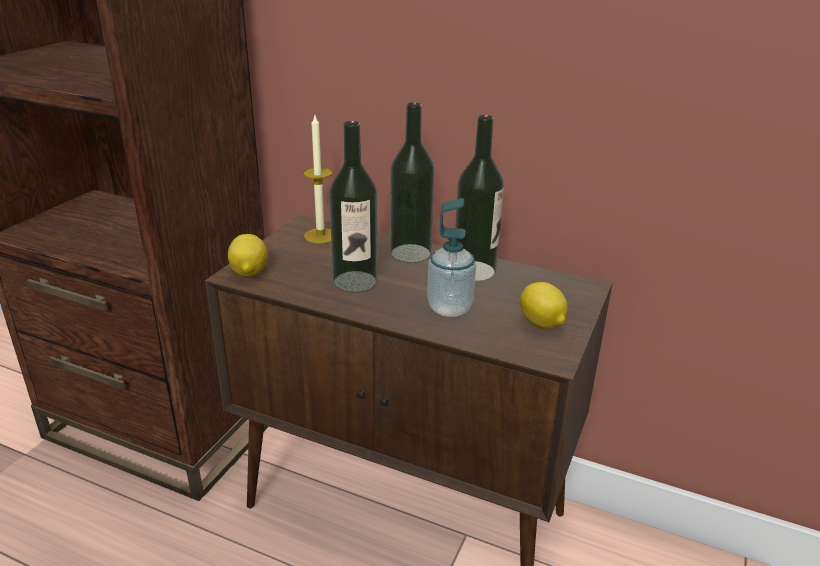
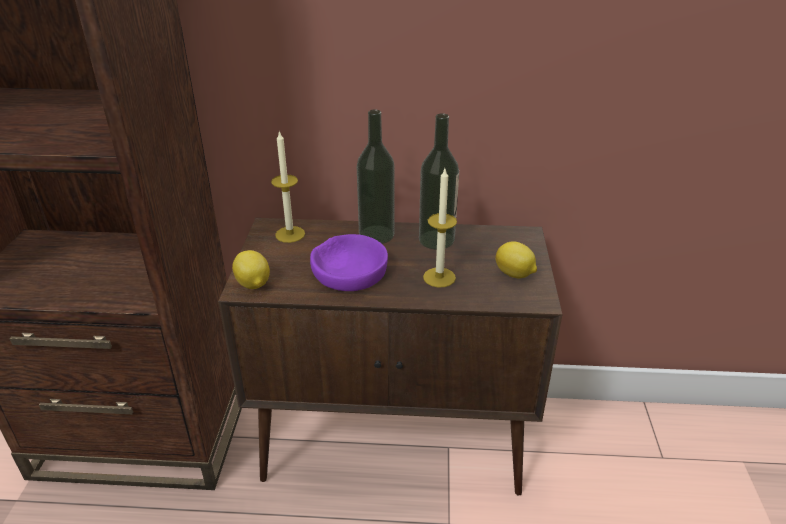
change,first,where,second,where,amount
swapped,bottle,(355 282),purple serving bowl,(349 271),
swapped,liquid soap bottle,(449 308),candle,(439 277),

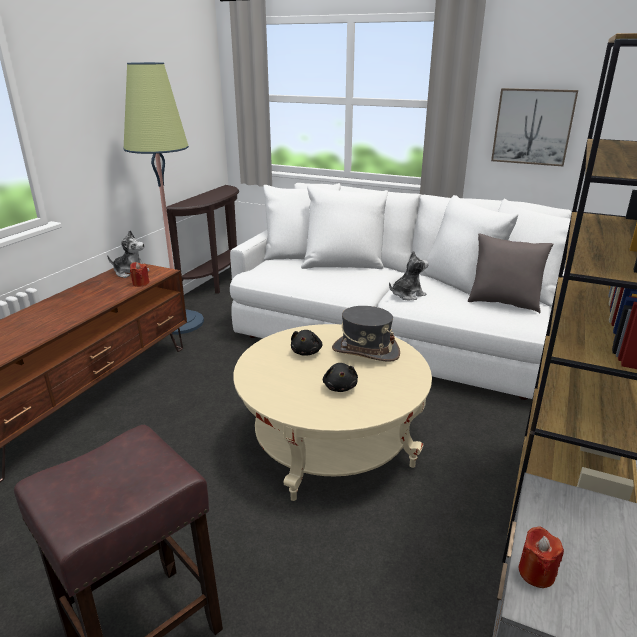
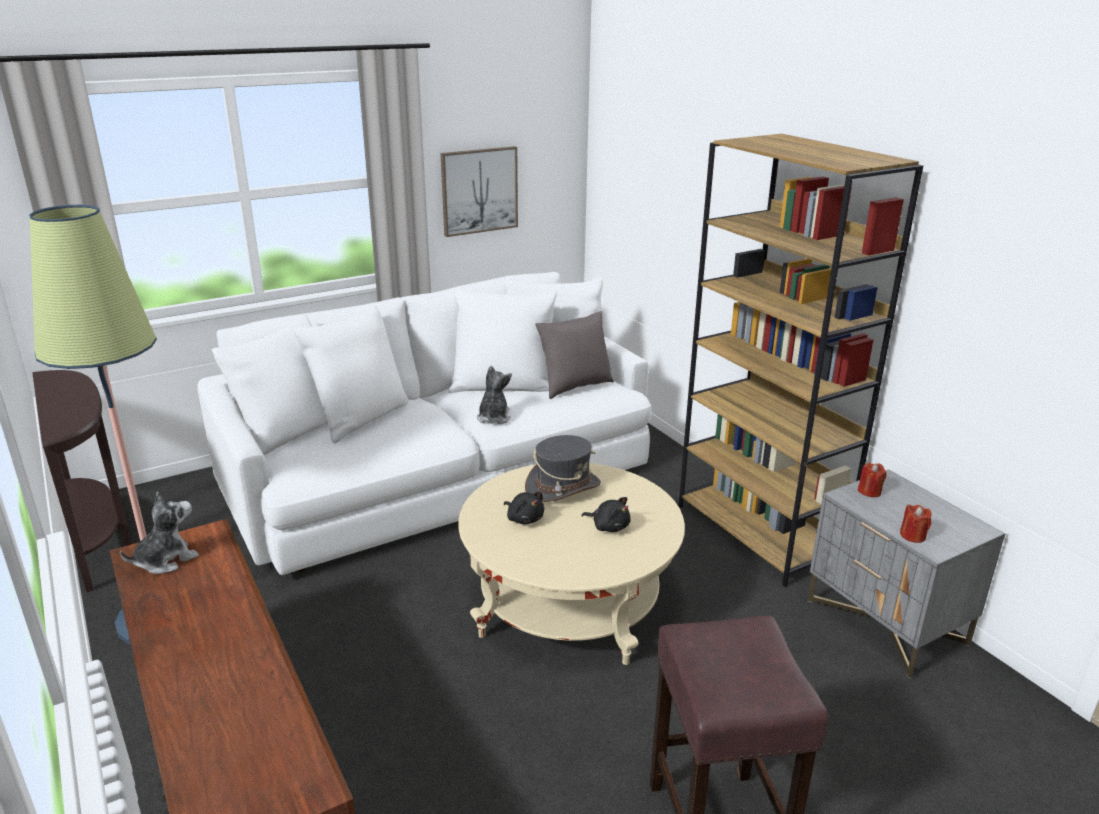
change,first,where,second,where,amount
shifted,red-coloured candle,(140 283),,(869 491),

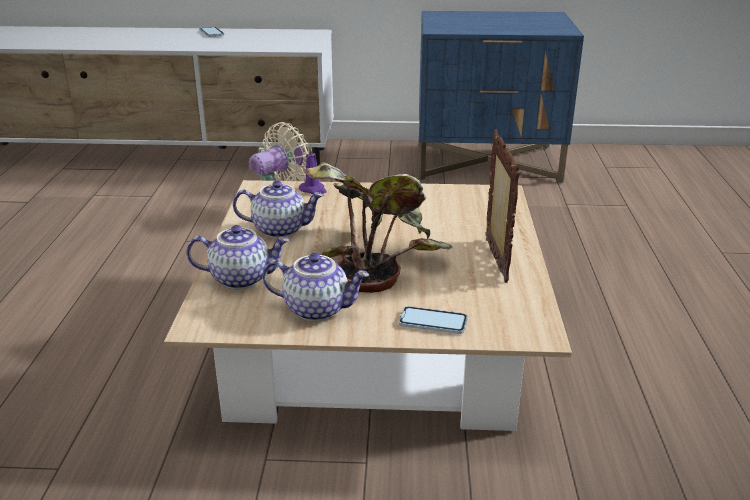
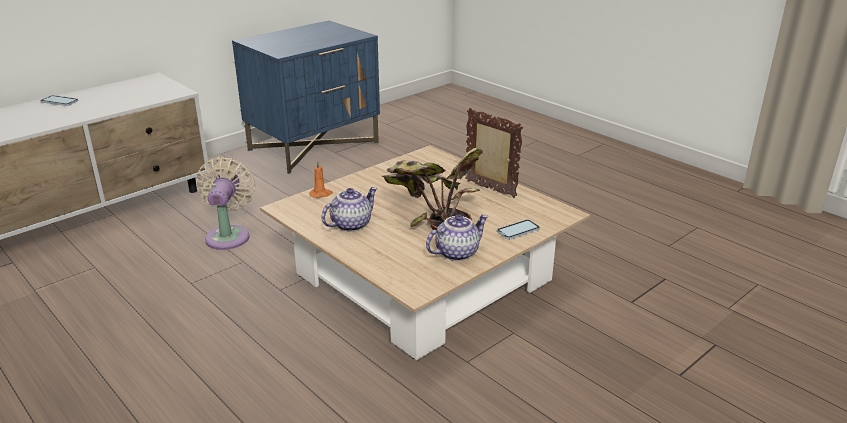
change,first,where,second,where,amount
gone,teapot,(241 278),,,
repainted,purple candle,(313 190),orange candle,(321 194),

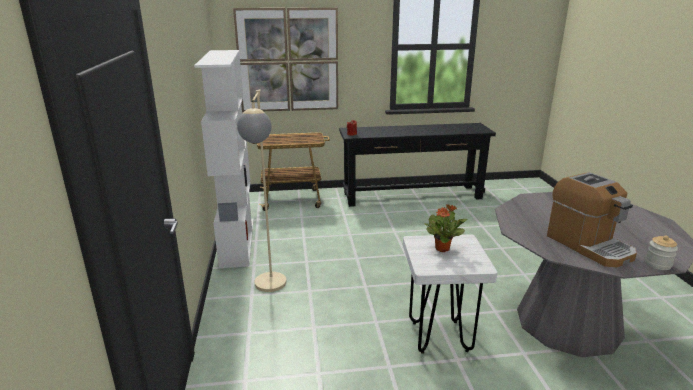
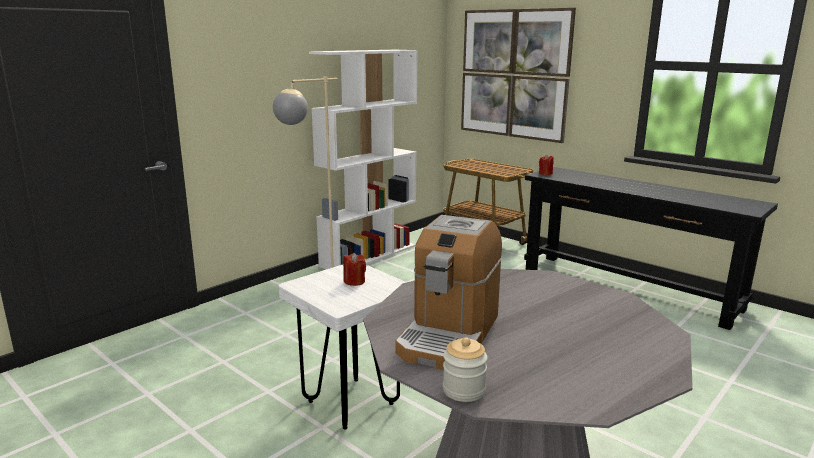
change,first,where,second,where,amount
swapped,houseplant,(442 248),red-coloured candle,(354 281),

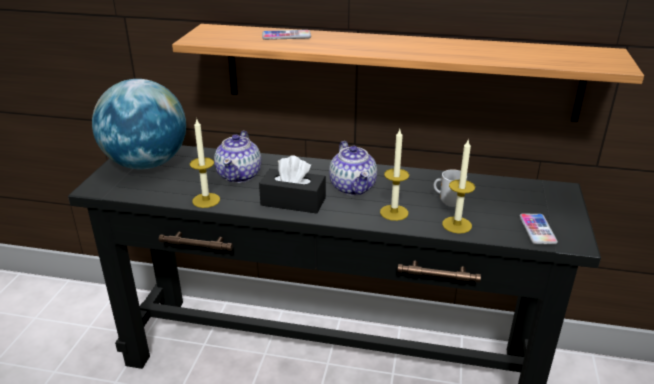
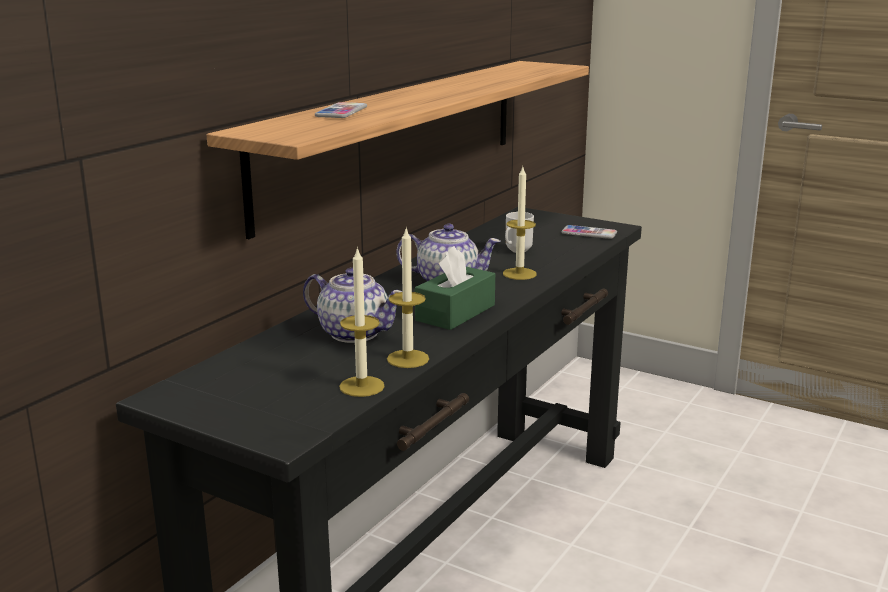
change,first,where,second,where,amount
gone,world globe,(146 164),,,
repainted,black-coloured box of tissues,(293 201),greenish box of tissues,(455 313),
shifted,candle,(457 225),,(362 386),

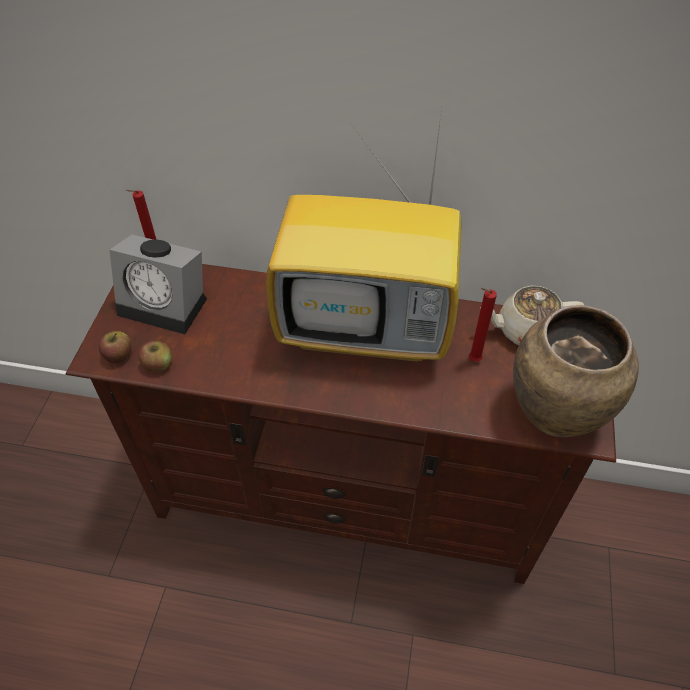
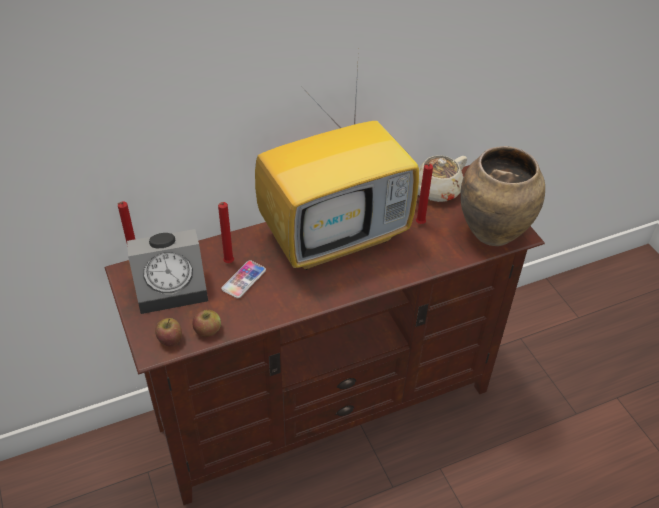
change,first,where,second,where,amount
new,,,red-coloured candle,(228 263),
new,,,handset,(243 280),

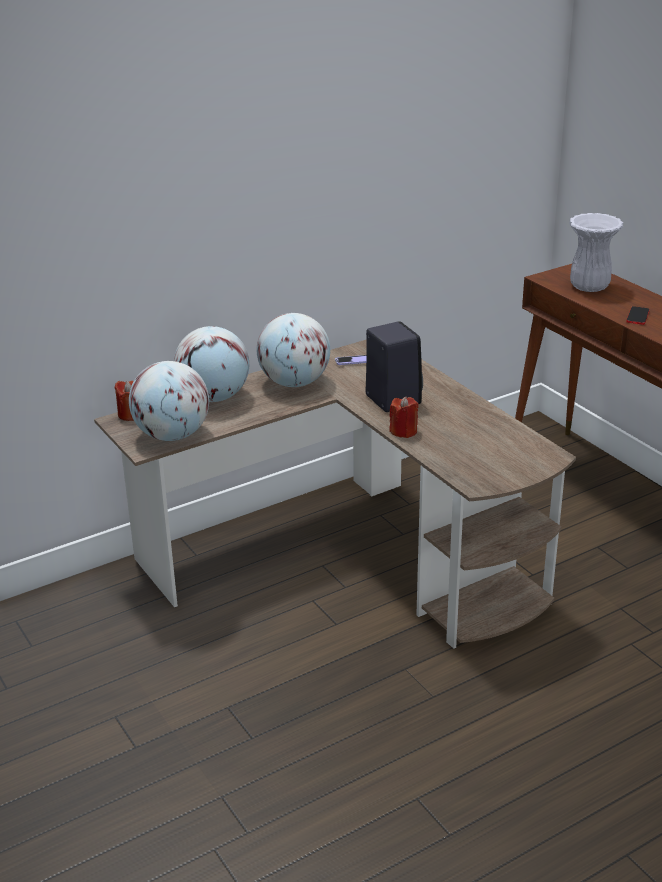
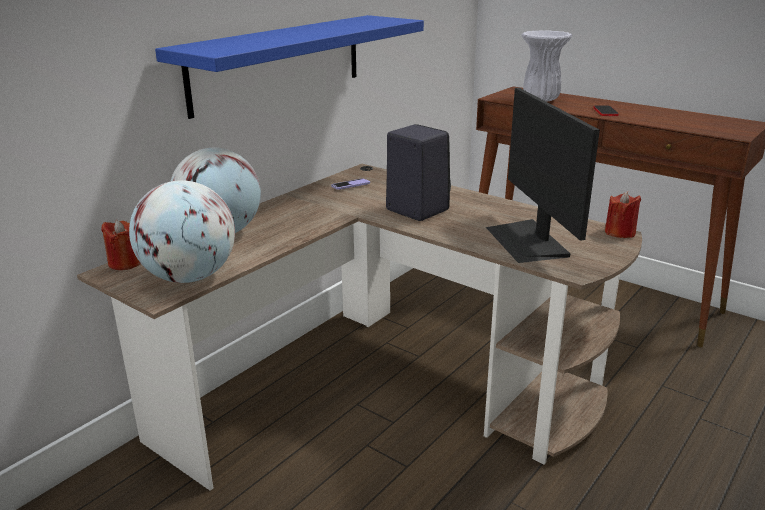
change,first,where,second,where,amount
gone,world globe,(294 383),,,
shifted,red-coloured candle,(403 431),,(620 232),
new,,,bluish bracket shelf,(279 63),
new,,,computer screen,(528 241),

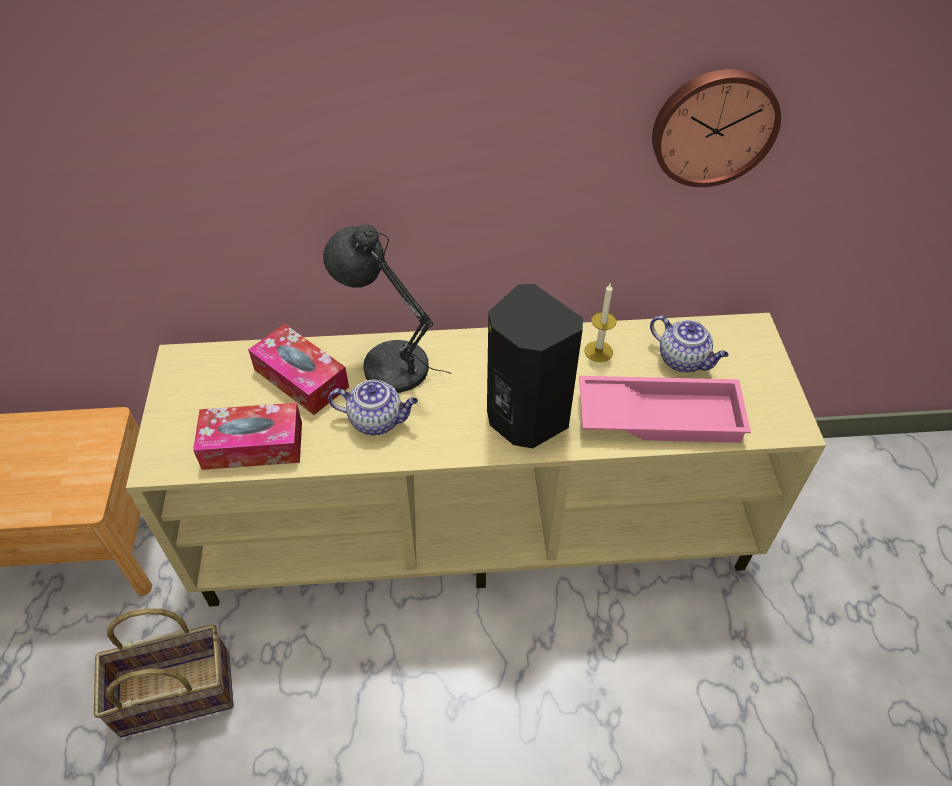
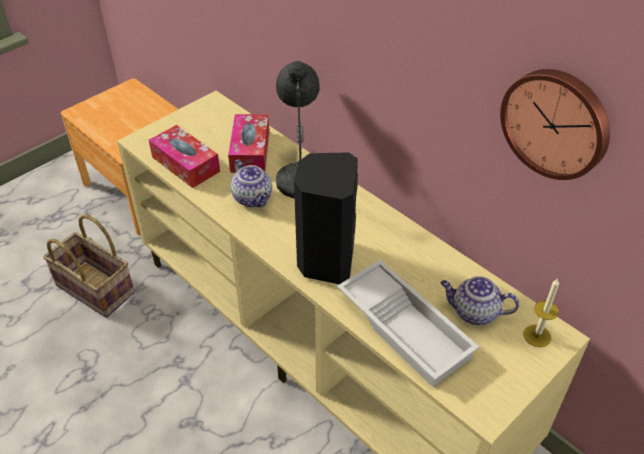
change,first,where,second,where,amount
repainted,pink-coloured carrying tray,(660 415),white-coloured carrying tray,(406 327),
shifted,candle,(598 351),,(537 336),
rotated,teapot,(683 360),,(473 312),105 degrees clockwise

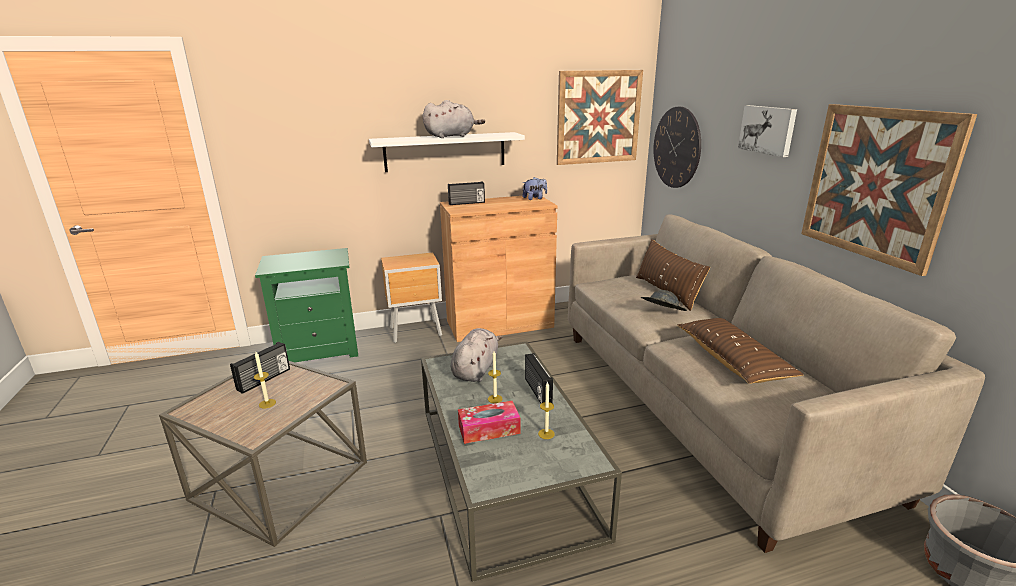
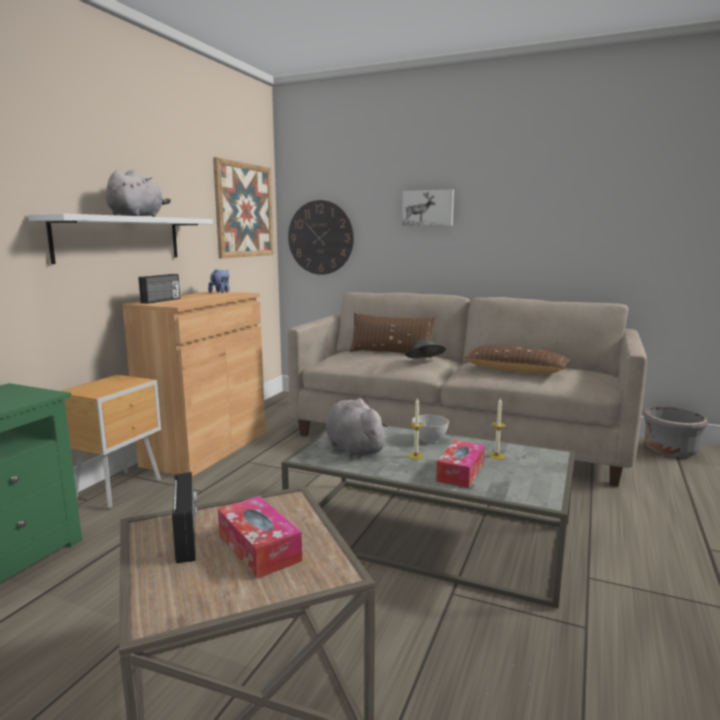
change,first,where,second,where,amount
swapped,candle,(267 403),box of tissues,(259 547),
swapped,radio,(537 391),grey serving bowl,(429 439),
gone,picture,(876 184),,,

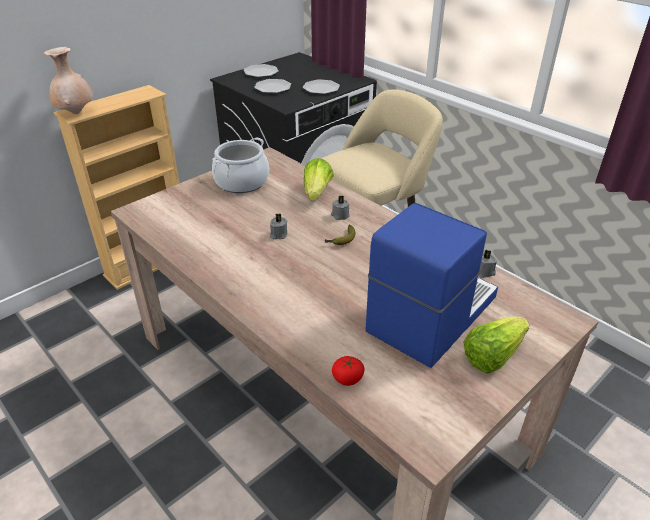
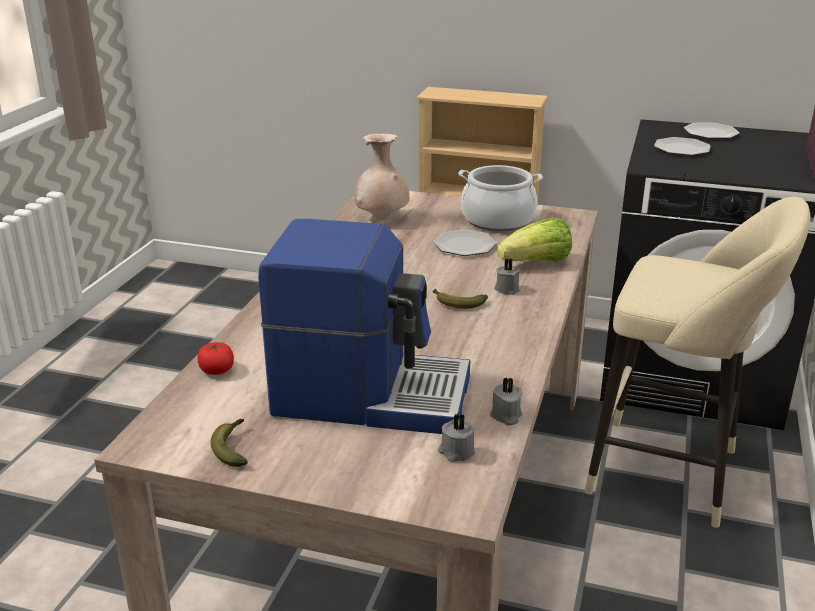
change,first,where,second,where,amount
shifted,beige-coloured flower vase,(76 113),,(382 219),
shifted,grey candle,(278 234),,(456 452),
shifted,plate,(320 88),,(464 245),
gone,head of lettuce,(492 356),,,
new,,,banana,(232 447),

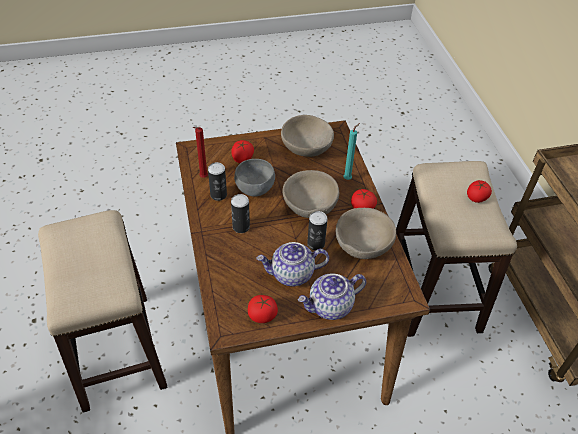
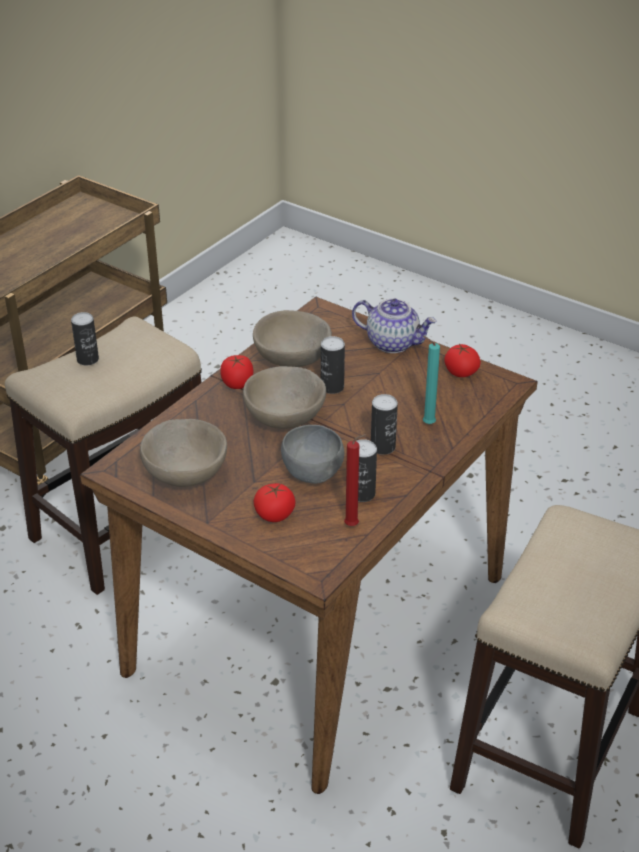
change,first,where,second,where,amount
gone,teapot,(292 274),,,
shifted,turquoise candle,(348 178),,(426 424),
swapped,fresh tomato,(476 198),sealed can,(87 359),

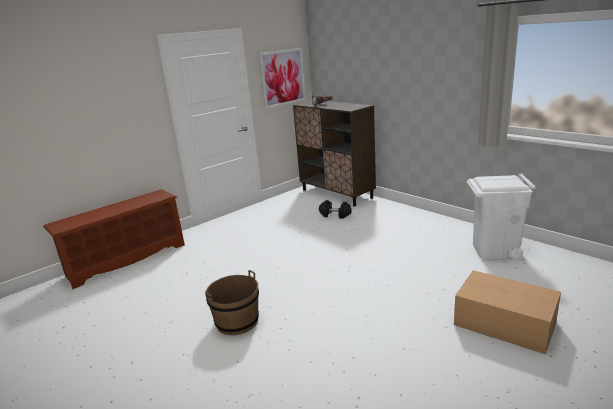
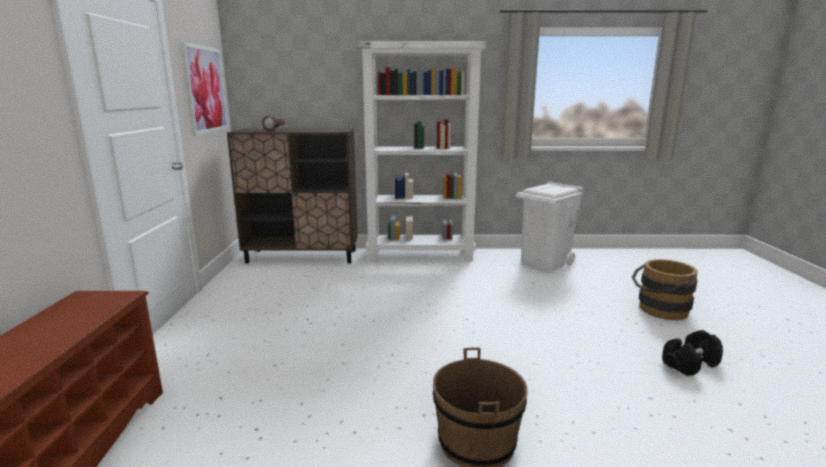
change,first,where,second,where,amount
shifted,black-coloured free weight,(335 215),,(690 364),
swapped,carton,(503 322),brown bucket,(659 310),
new,,,white-coloured shelving unit,(421 255),

